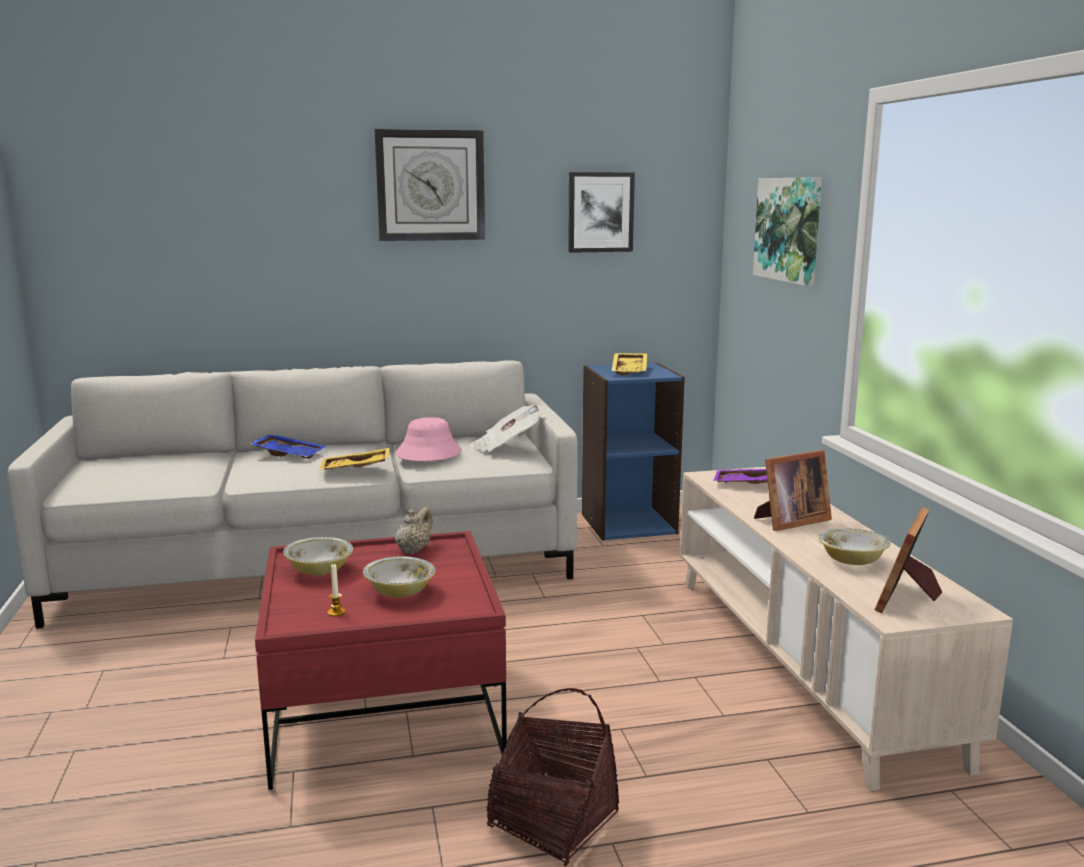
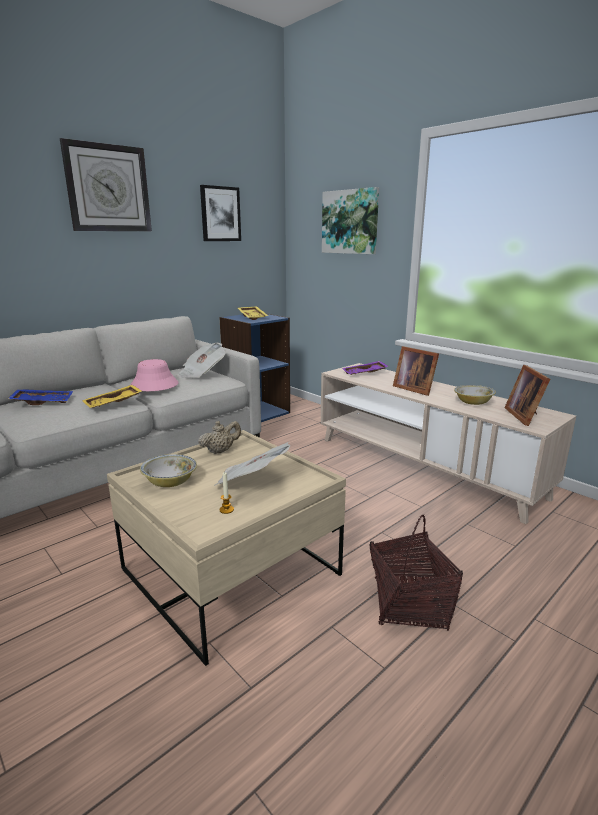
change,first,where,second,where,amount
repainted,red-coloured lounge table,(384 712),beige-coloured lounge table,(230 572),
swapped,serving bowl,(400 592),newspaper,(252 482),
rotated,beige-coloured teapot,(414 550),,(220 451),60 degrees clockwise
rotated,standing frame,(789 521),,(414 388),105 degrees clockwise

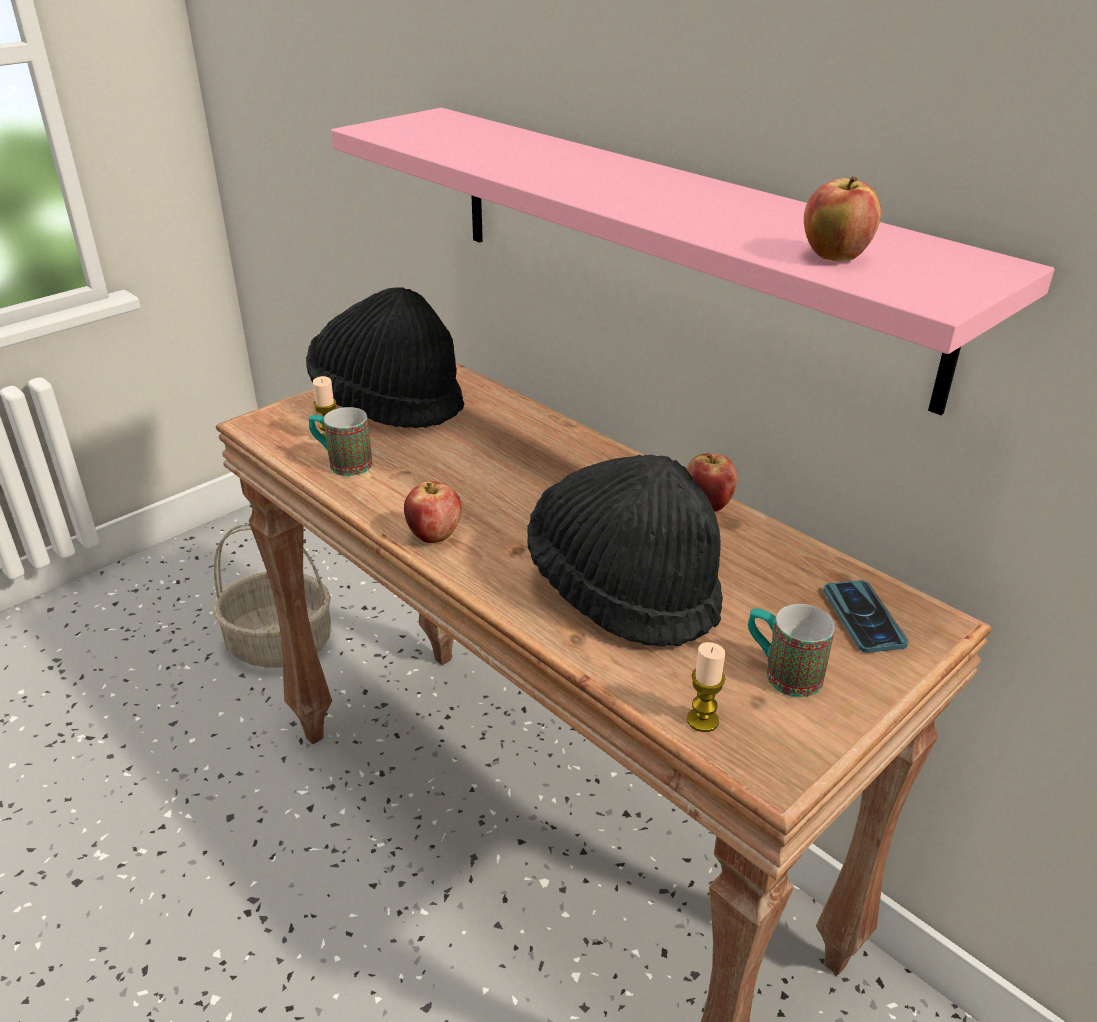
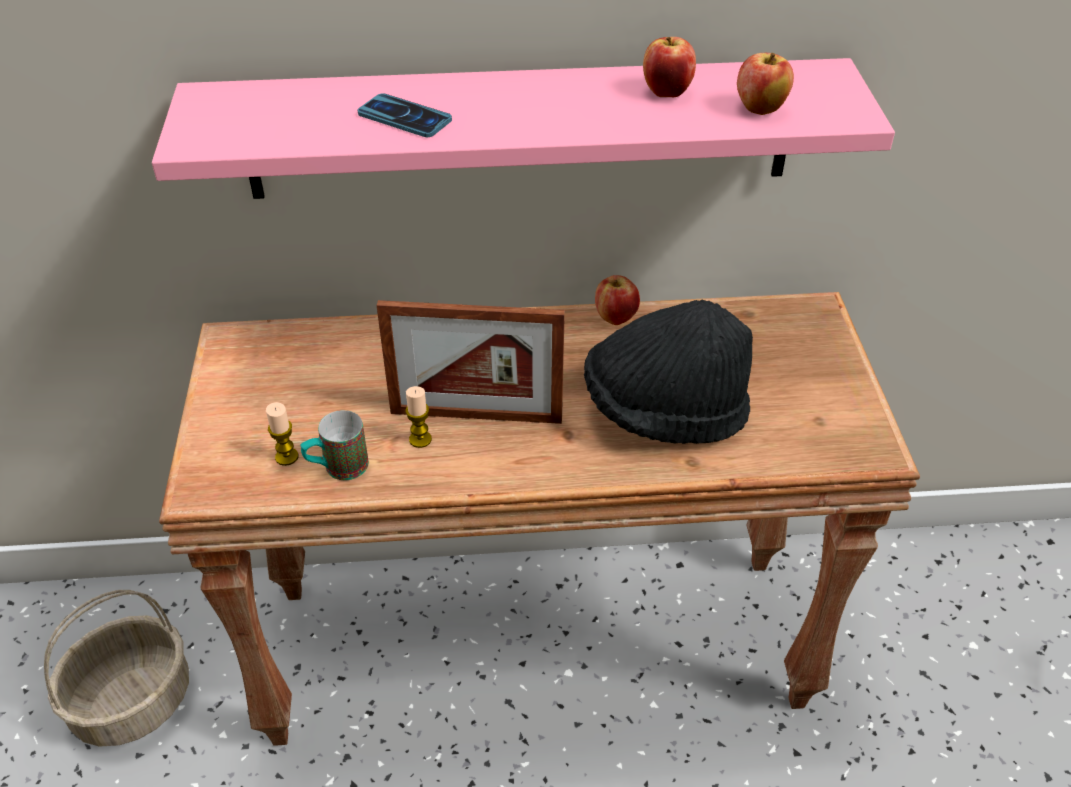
change,first,where,second,where,amount
gone,black-coloured clothing hat,(388 403),,,
shifted,whole apple,(434 536),,(667 92),
shifted,candle,(702 720),,(420 439),
gone,mug,(781 673),,,
shifted,handset,(863 617),,(404 117),
new,,,standing frame,(476 416),

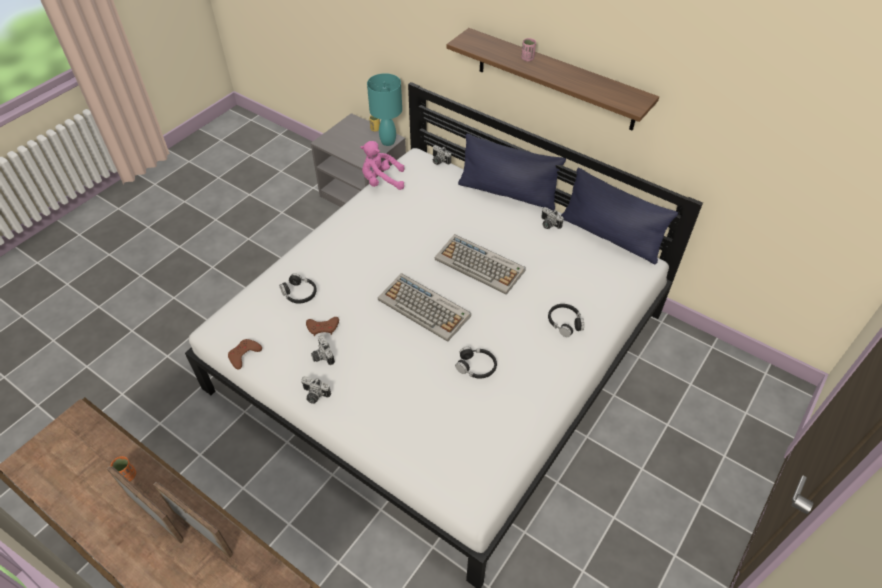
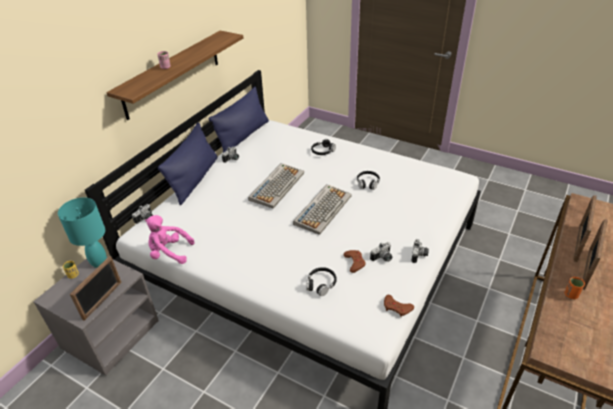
change,first,where,second,where,amount
rotated,pink-coloured soft toy,(381 181),,(169 253),105 degrees clockwise
new,,,standing frame,(103 300),

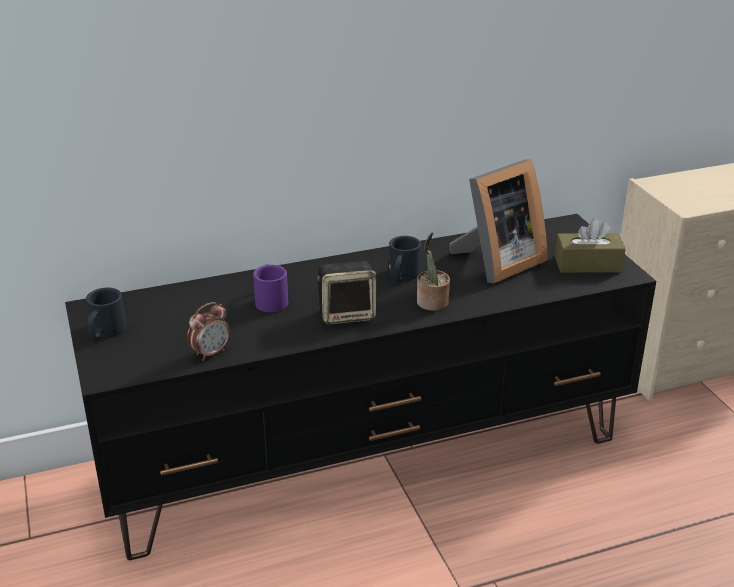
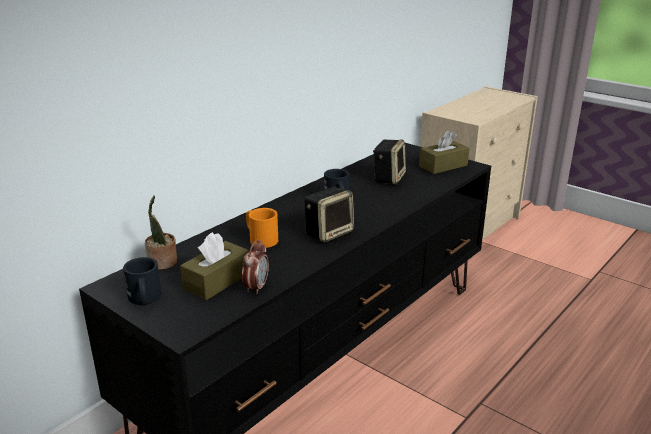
change,first,where,second,where,amount
repainted,purple mug,(270 299),orange mug,(260 238),
shifted,houseplant,(431 303),,(162 263),
swapped,standing frame,(496 263),audio speaker,(388 178),
new,,,brown box of tissues,(217 281),

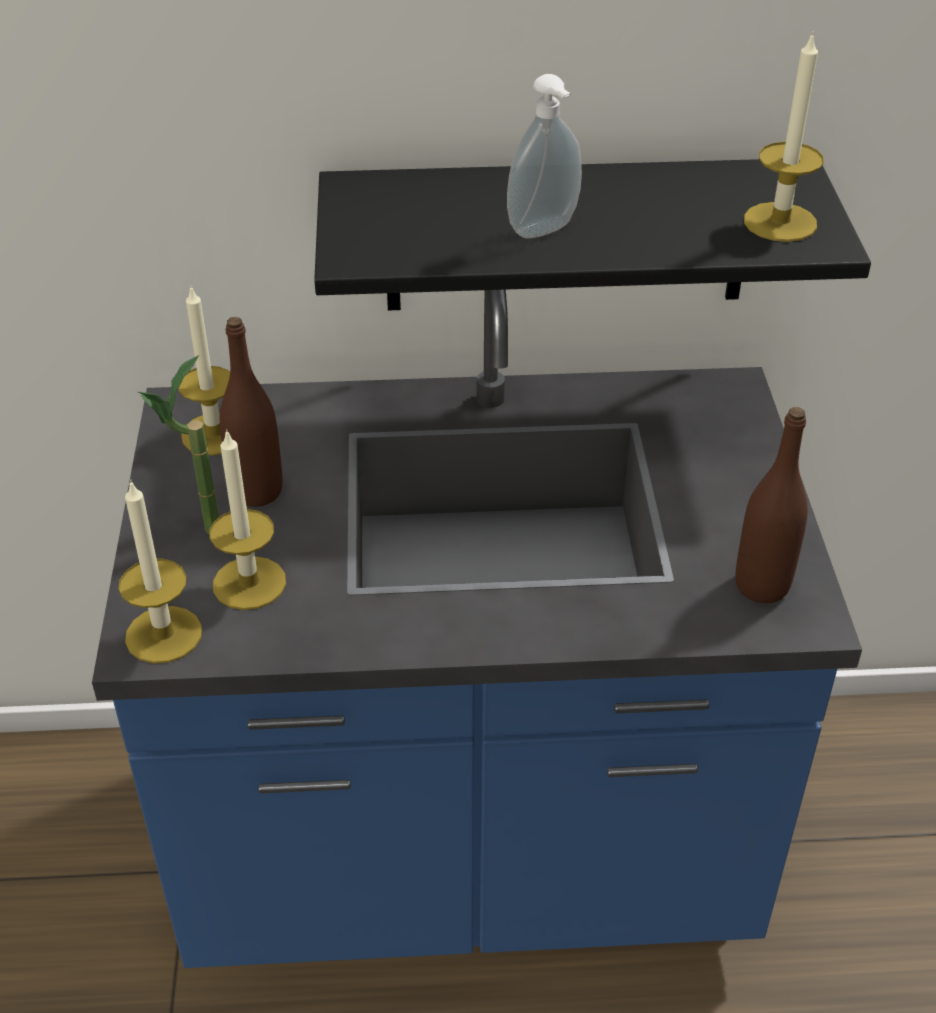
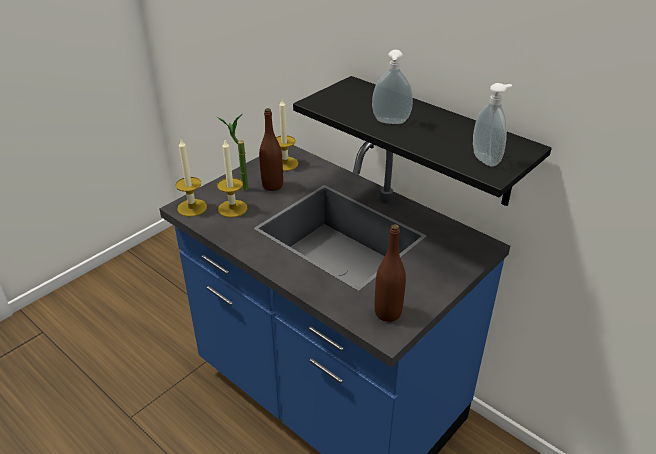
change,first,where,second,where,amount
swapped,candle,(780 222),liquid soap bottle,(487 159),

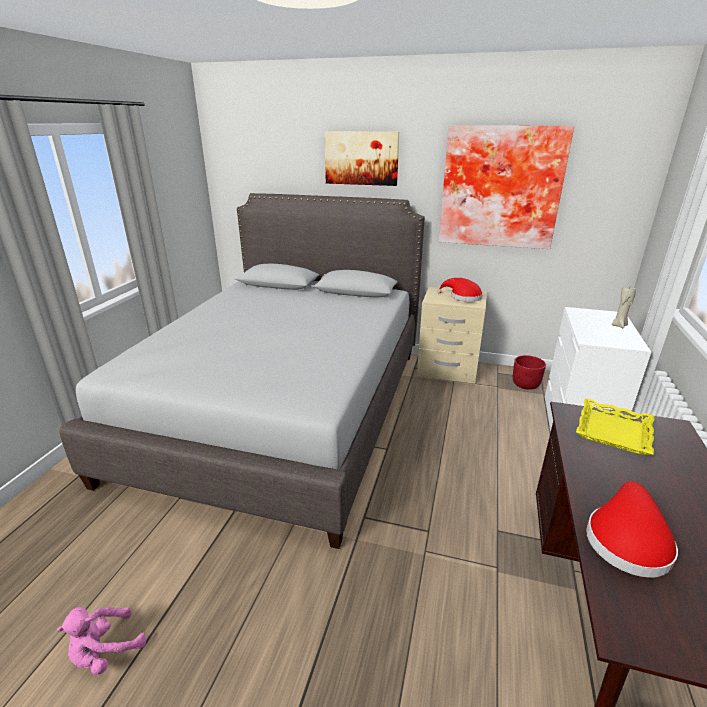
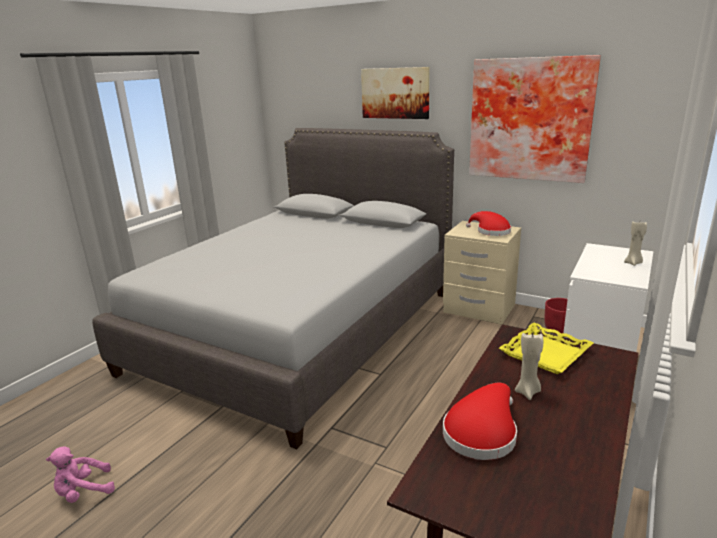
change,first,where,second,where,amount
new,,,beige-coloured candle,(528 392),

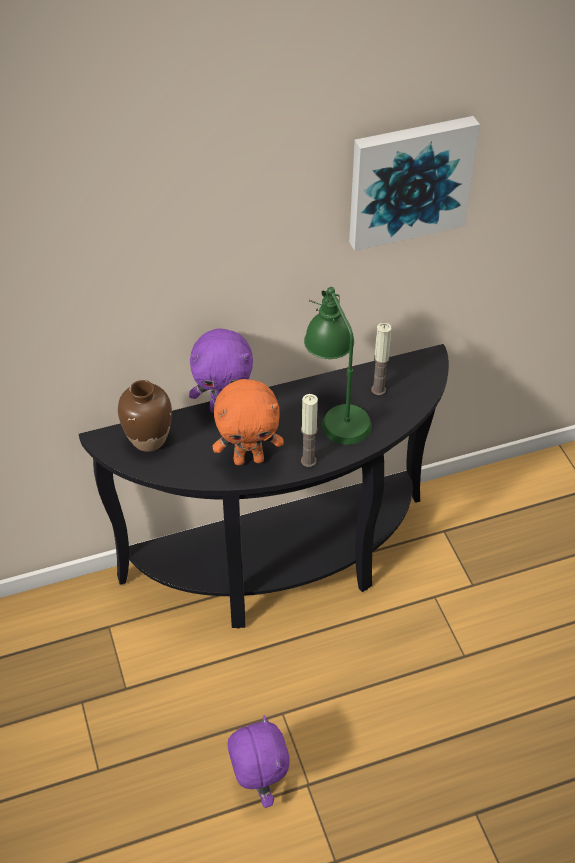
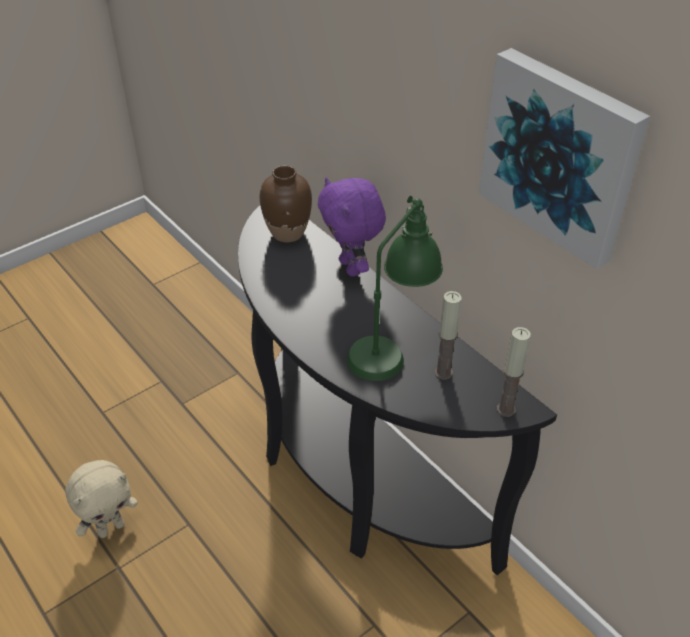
change,first,where,second,where,amount
gone,orange soft toy,(249 459),,,
repainted,purple soft toy,(258 784),beige-coloured soft toy,(111 527),
shifted,candle,(308 461),,(506 409),

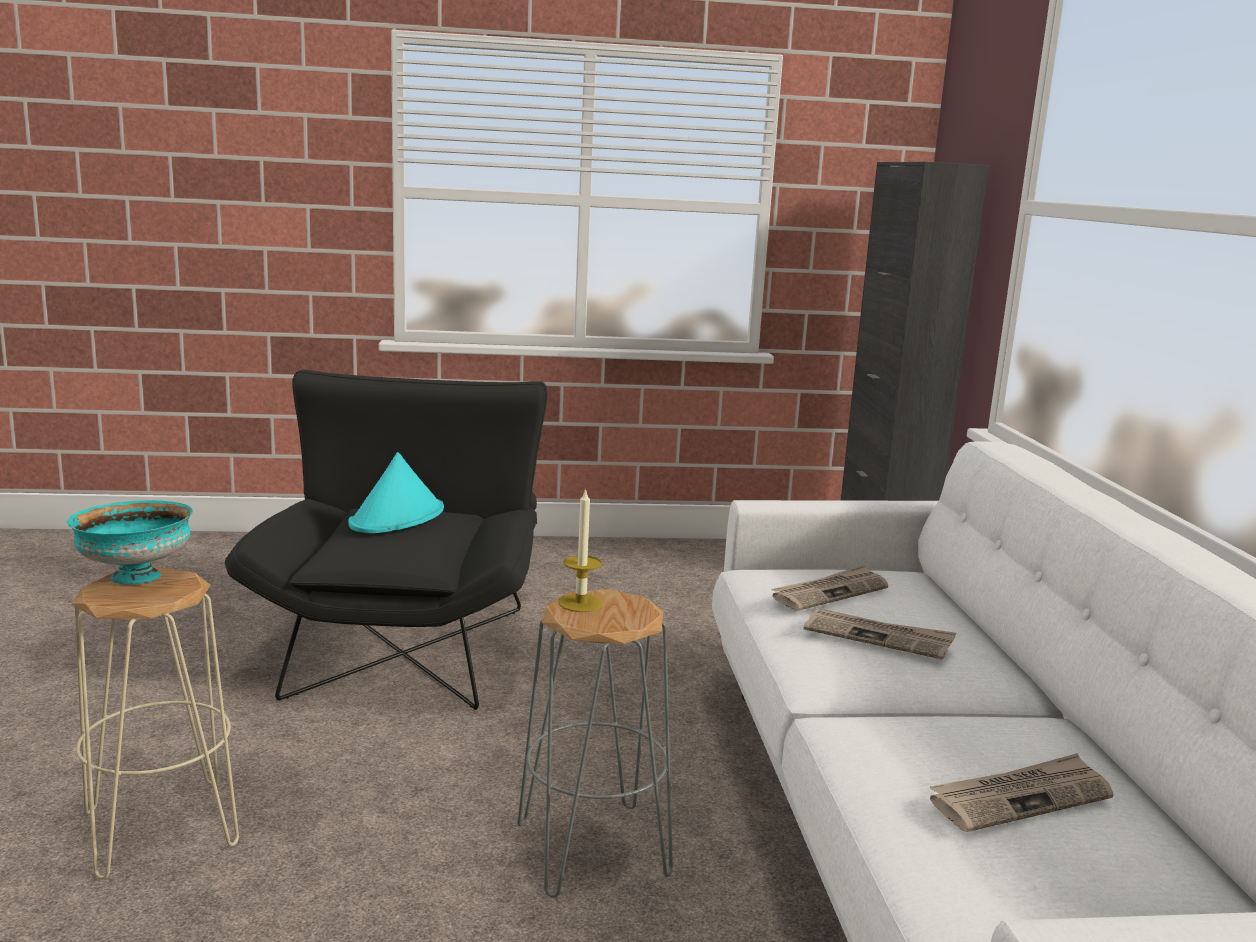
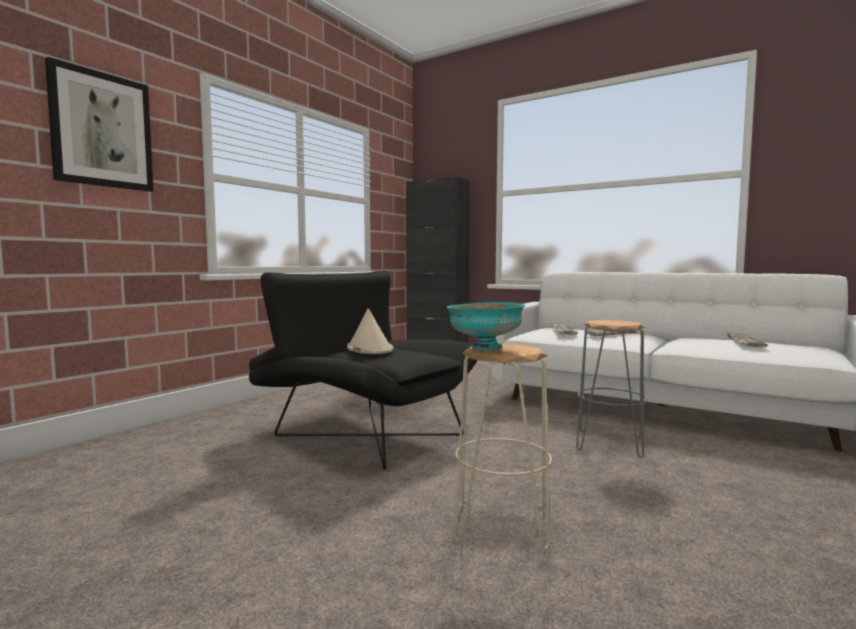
change,first,where,second,where,amount
repainted,turquoise clothing hat,(397 517),beige-coloured clothing hat,(369 349),
gone,candle,(580 603),,,
new,,,picture,(102 130),

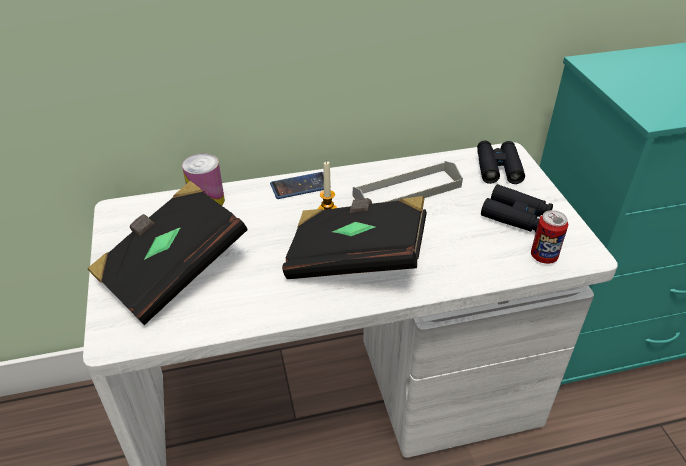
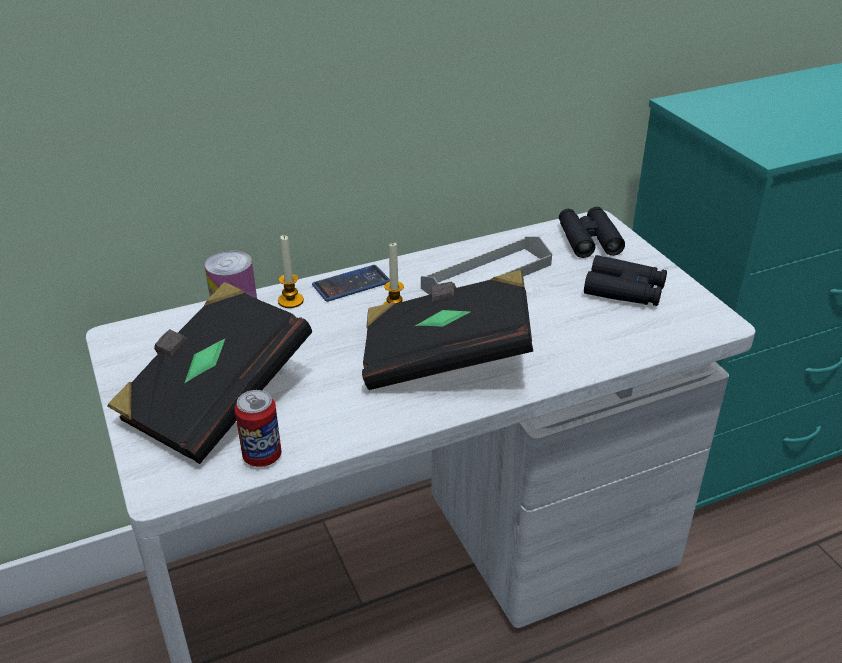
change,first,where,second,where,amount
shifted,sealed can,(543 256),,(262 456),
new,,,candle,(290 301),

